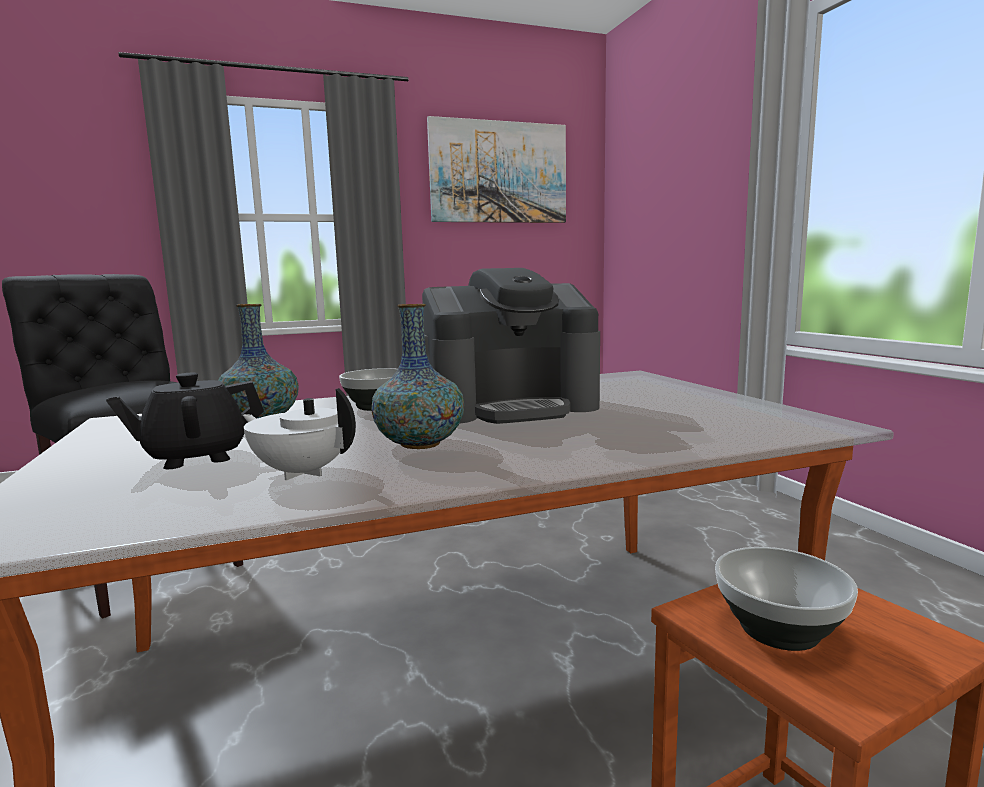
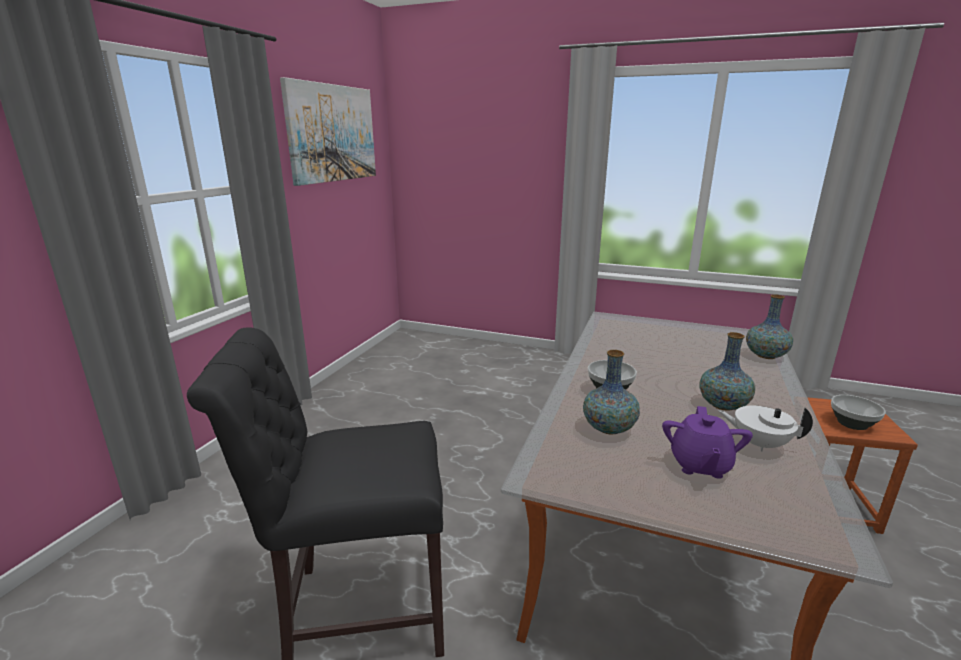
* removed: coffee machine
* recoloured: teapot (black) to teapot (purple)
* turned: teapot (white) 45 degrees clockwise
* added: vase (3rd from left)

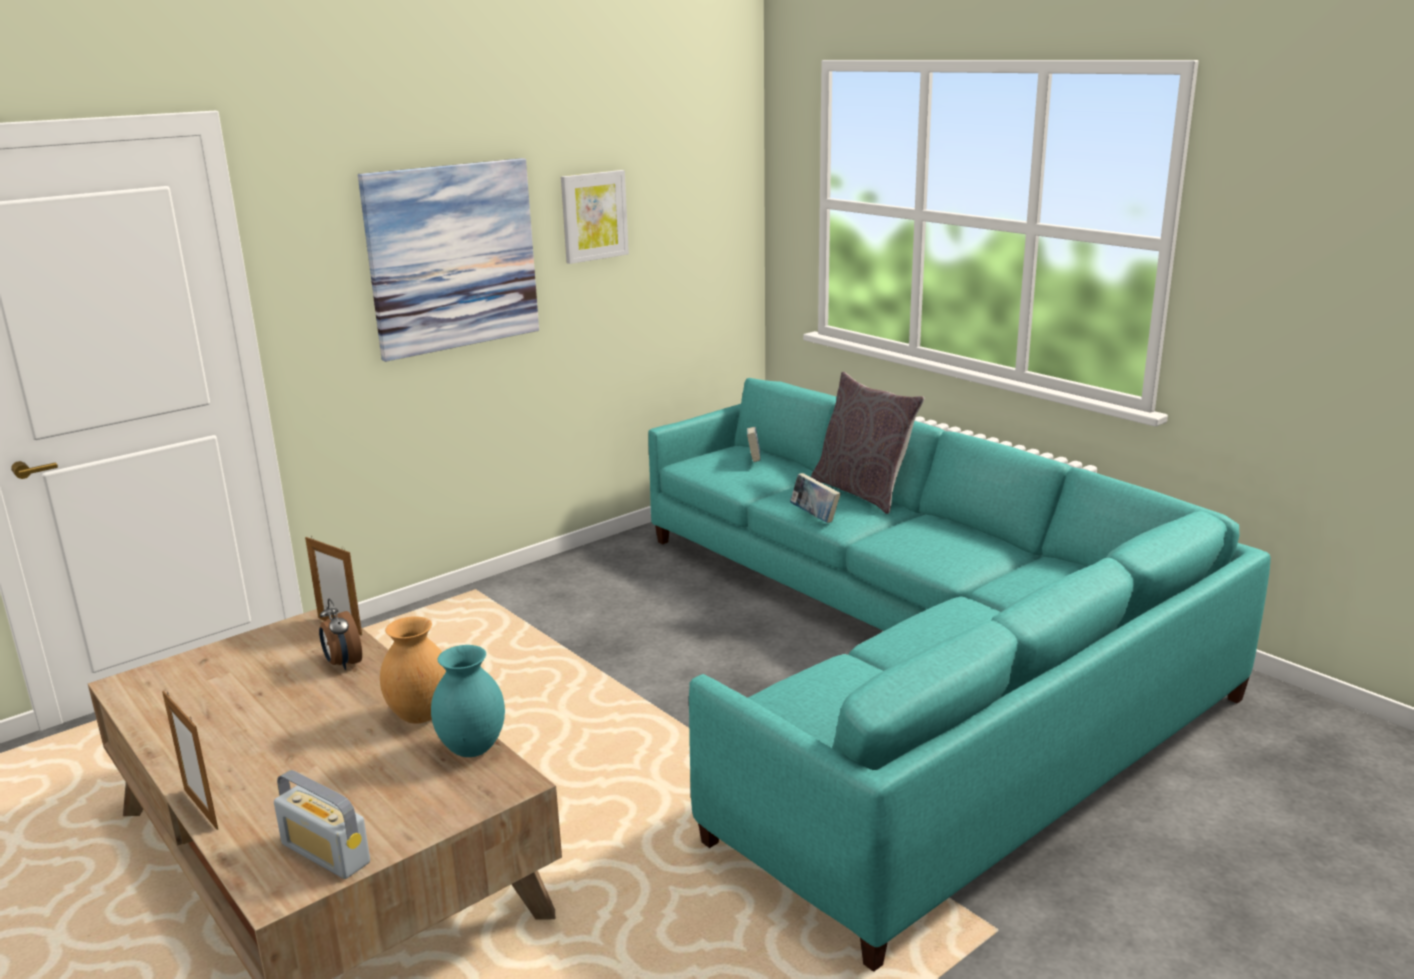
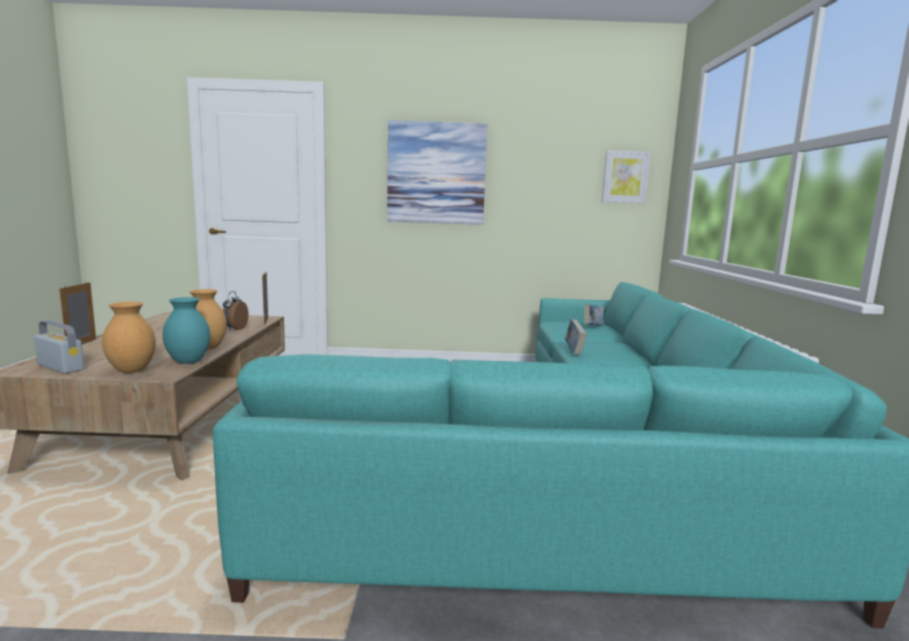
* moved: picture (2nd from left)
* removed: pillow (grey)
* turned: radio 135 degrees clockwise
* added: vase (brown) (1st from left)

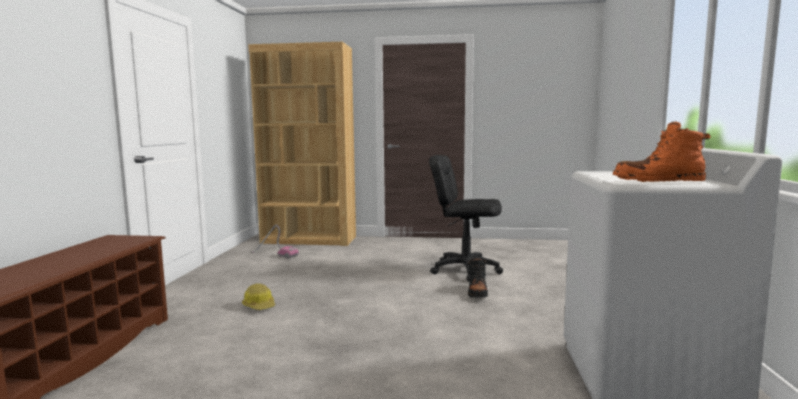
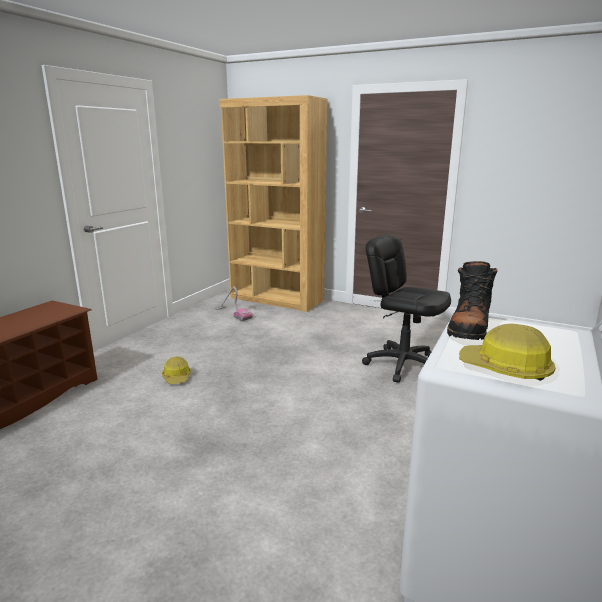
* replaced: boot (orange) to hard hat (2nd from left)
* moved: boot (black)

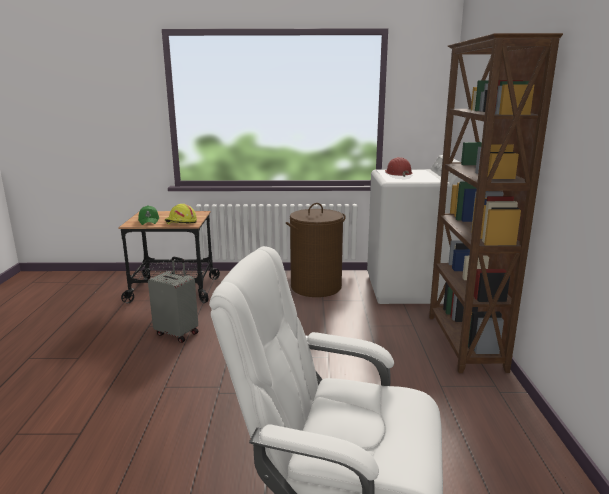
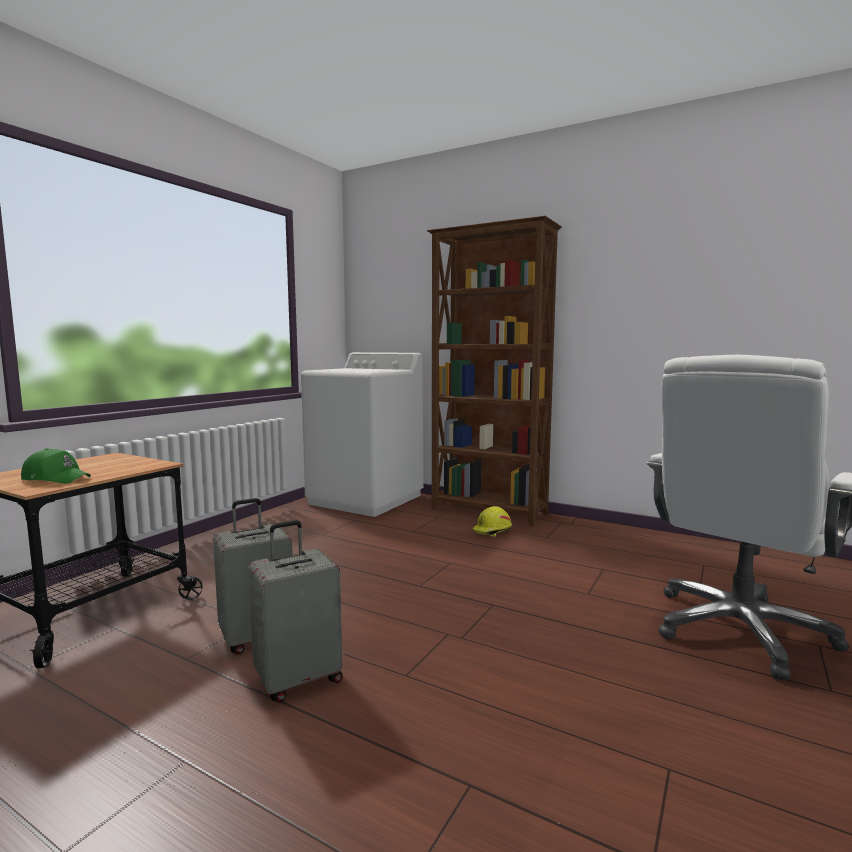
* removed: hard hat (red)
* removed: laundry basket (brown)
* moved: hard hat (yellow)
* added: suitcase (grey) (2nd from left)

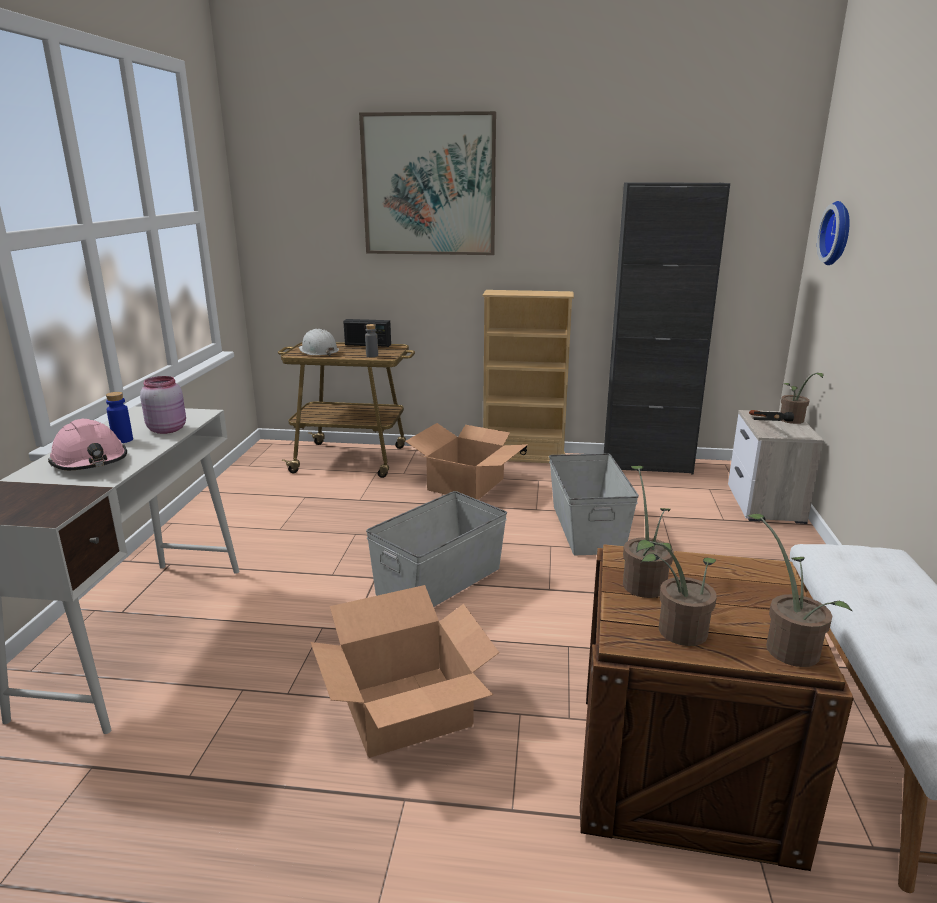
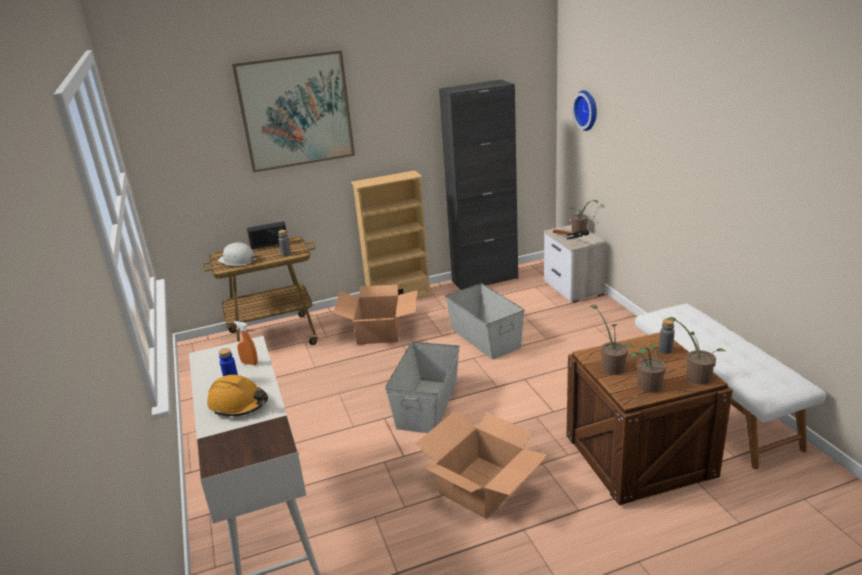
* replaced: jar (pink) to spray bottle (orange)
* recoloured: hard hat (pink) to hard hat (orange)
* added: bottle (grey) (2nd from left)

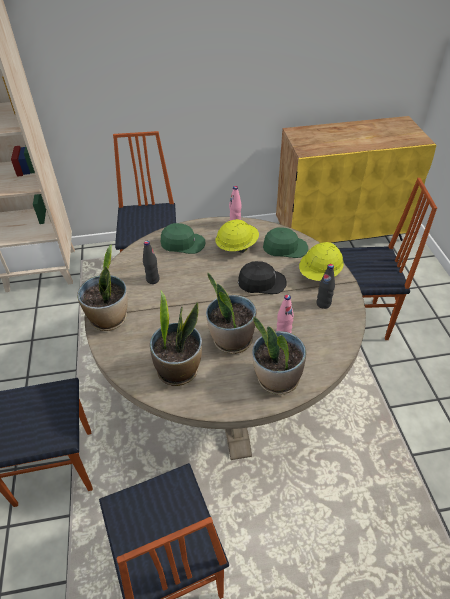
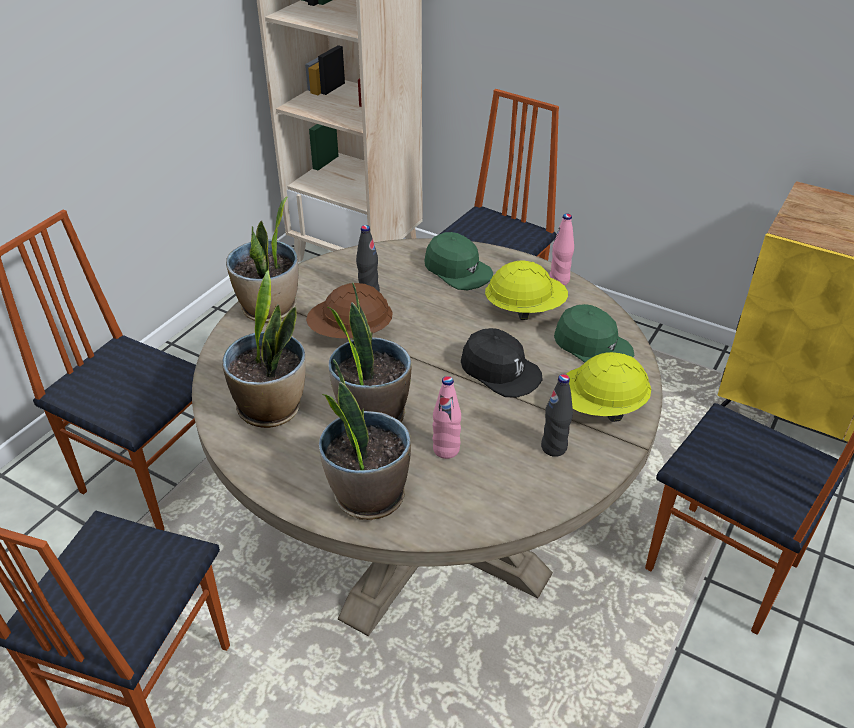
* added: hard hat (brown)

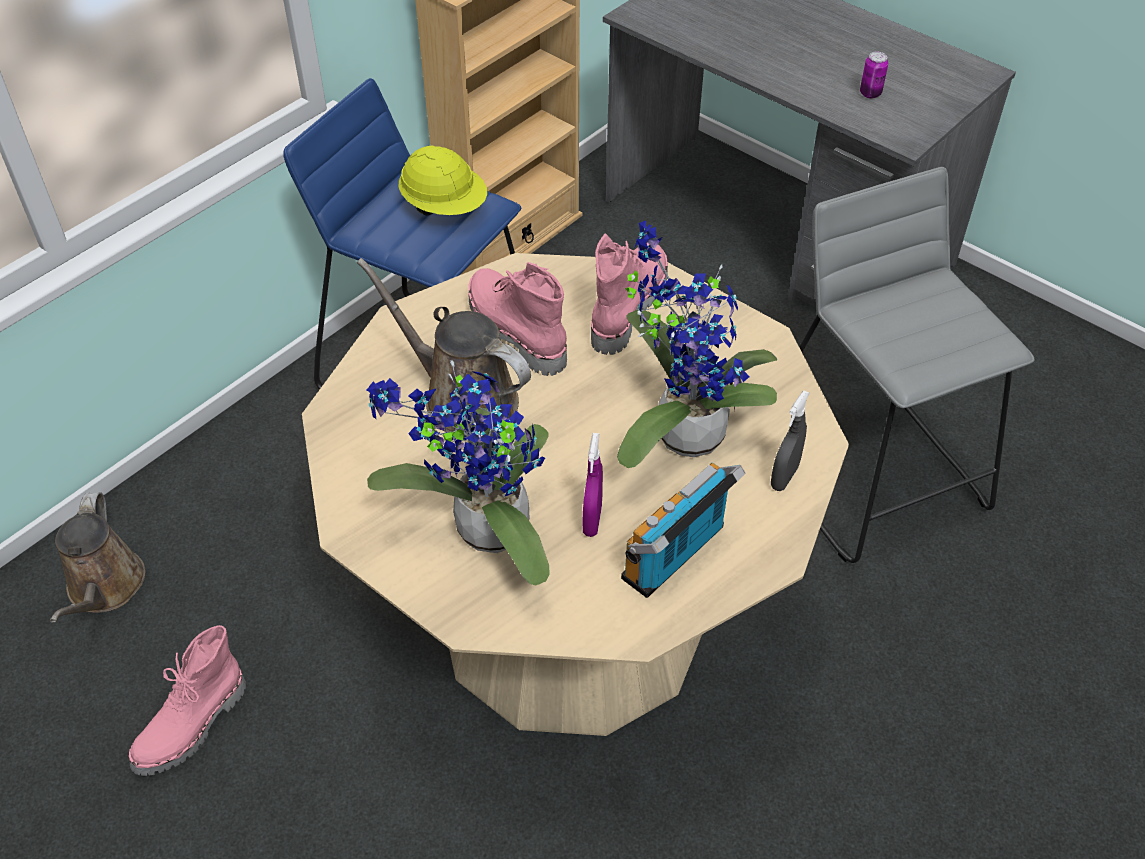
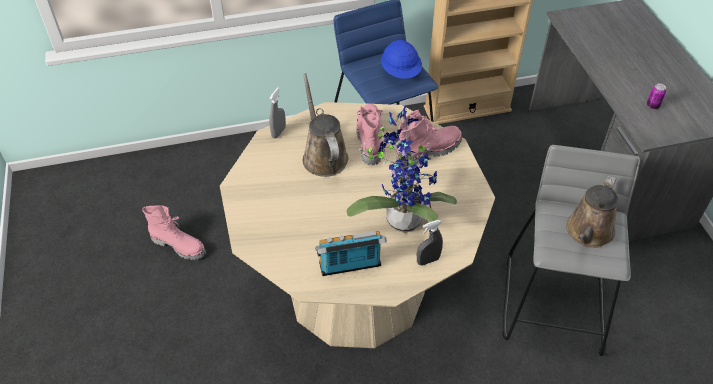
* recoloured: hard hat (yellow) to hard hat (blue)
* removed: potted plant (1st from left)
* removed: spray bottle (purple)
* moved: watering can (brown) (1st from left in the first image) to watering can (brown) (2nd from left)
* turned: boot (pink) (1st from left) 135 degrees counterclockwise
* added: spray bottle (grey) (1st from left)

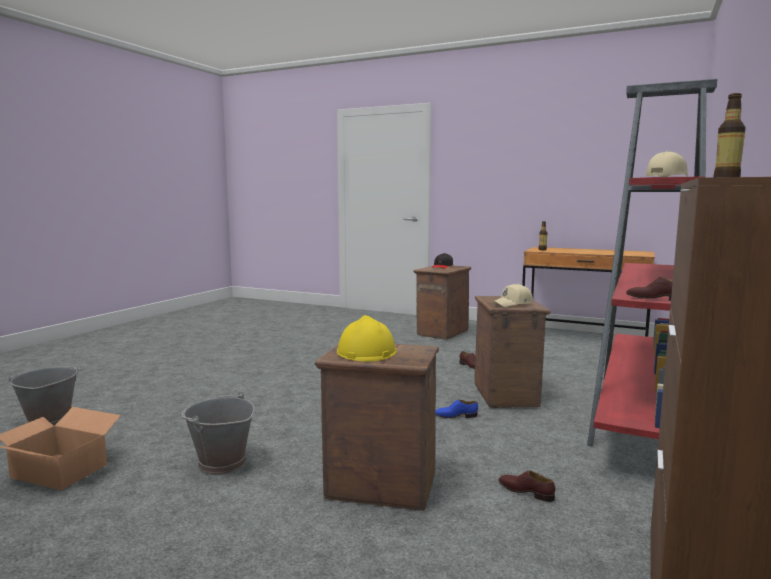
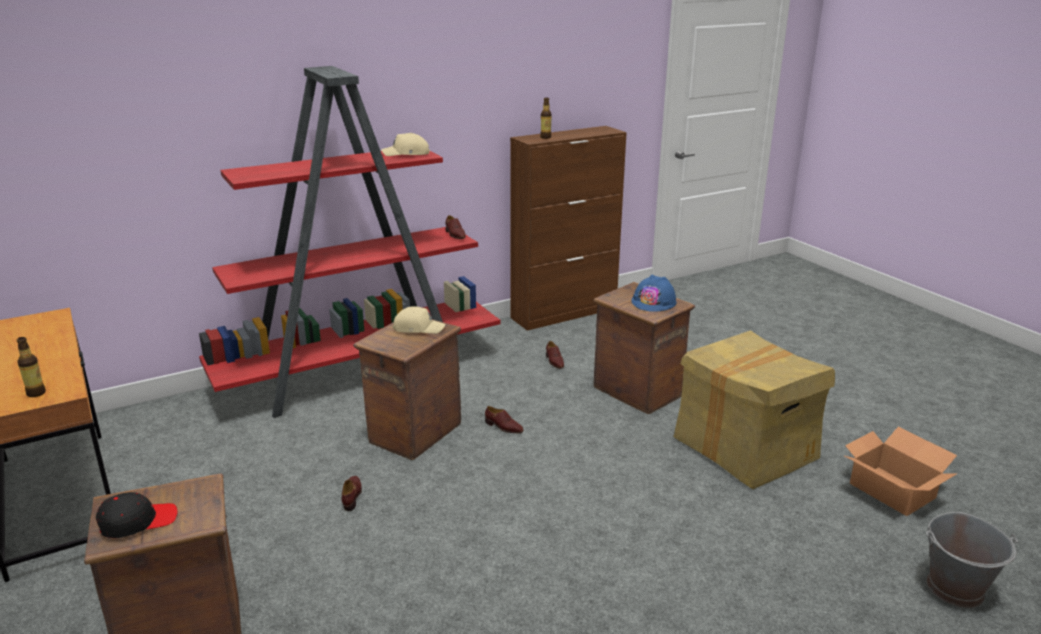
* recoloured: hard hat (yellow) to hard hat (blue)
* replaced: bucket (grey) (2nd from left) to cardboard box (1st from left)
* recoloured: shoe (blue) to shoe (brown) (3rd from left)

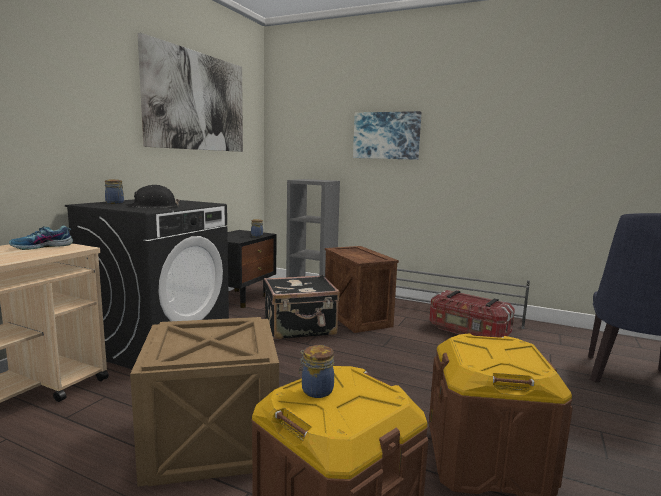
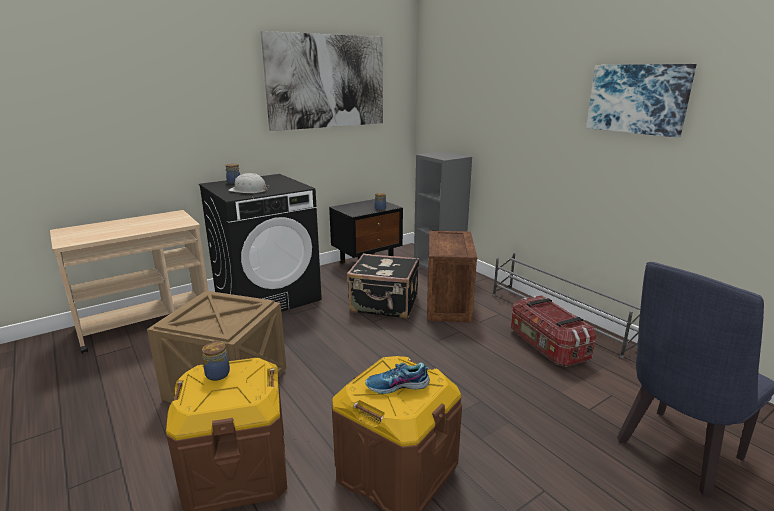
* moved: picture (2nd from left)
* recoloured: hard hat (black) to hard hat (white)
* moved: shoe

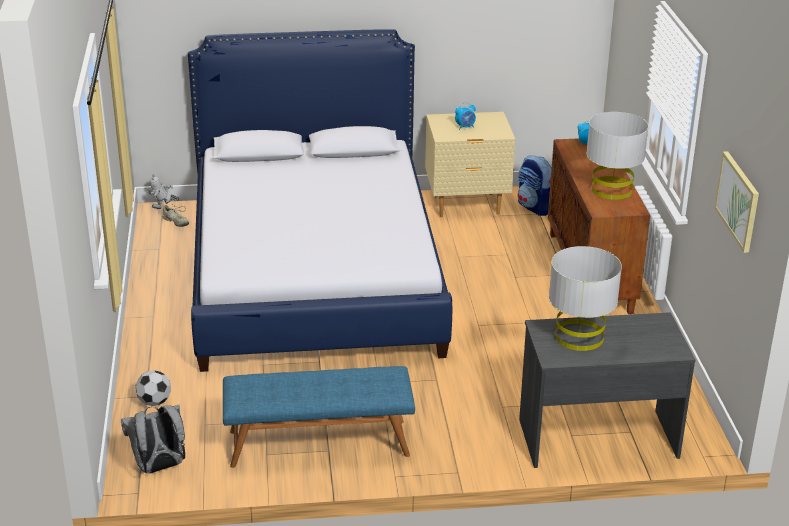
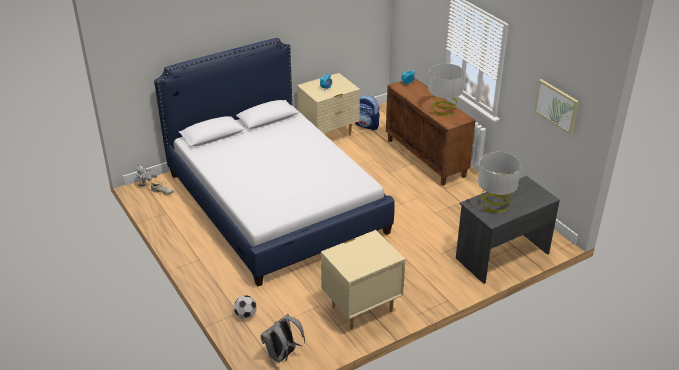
* replaced: bench (blue) to nightstand (beige) (2nd from left)

